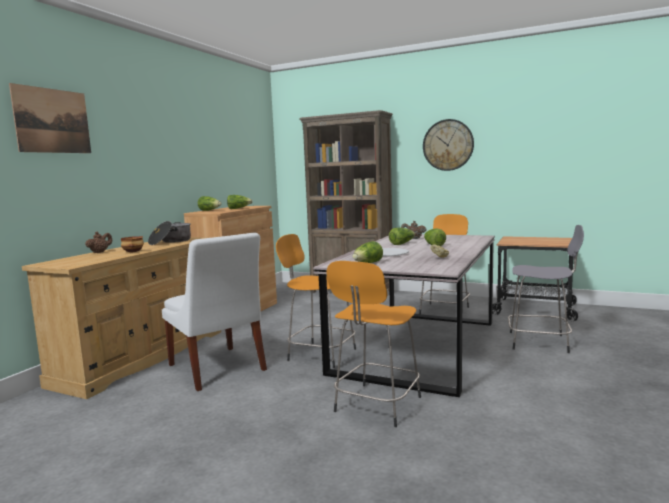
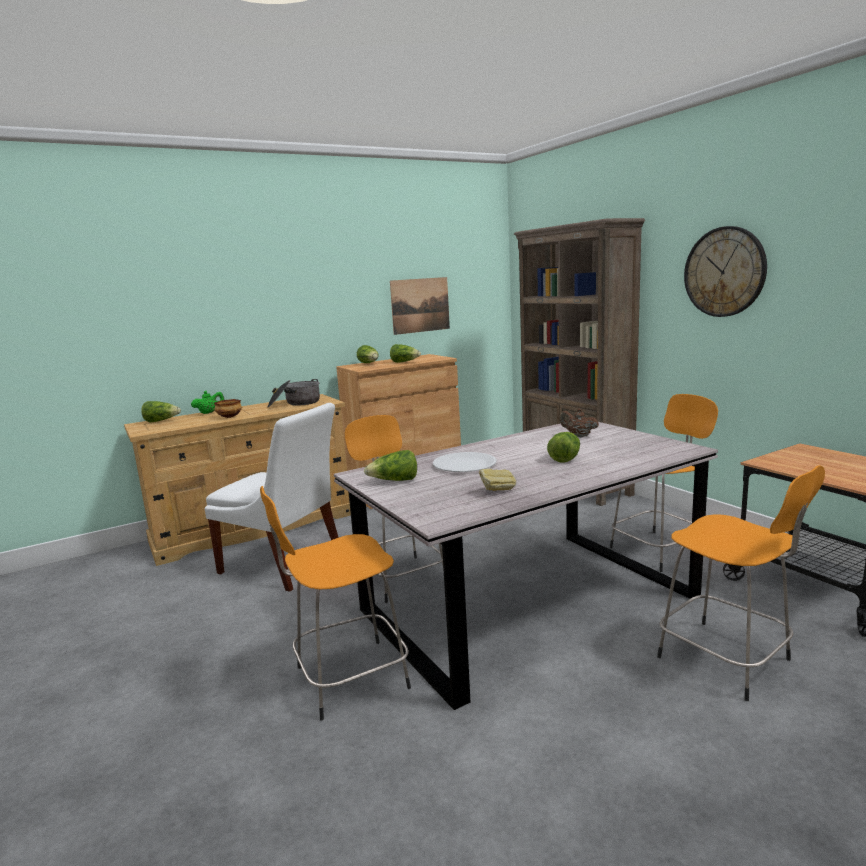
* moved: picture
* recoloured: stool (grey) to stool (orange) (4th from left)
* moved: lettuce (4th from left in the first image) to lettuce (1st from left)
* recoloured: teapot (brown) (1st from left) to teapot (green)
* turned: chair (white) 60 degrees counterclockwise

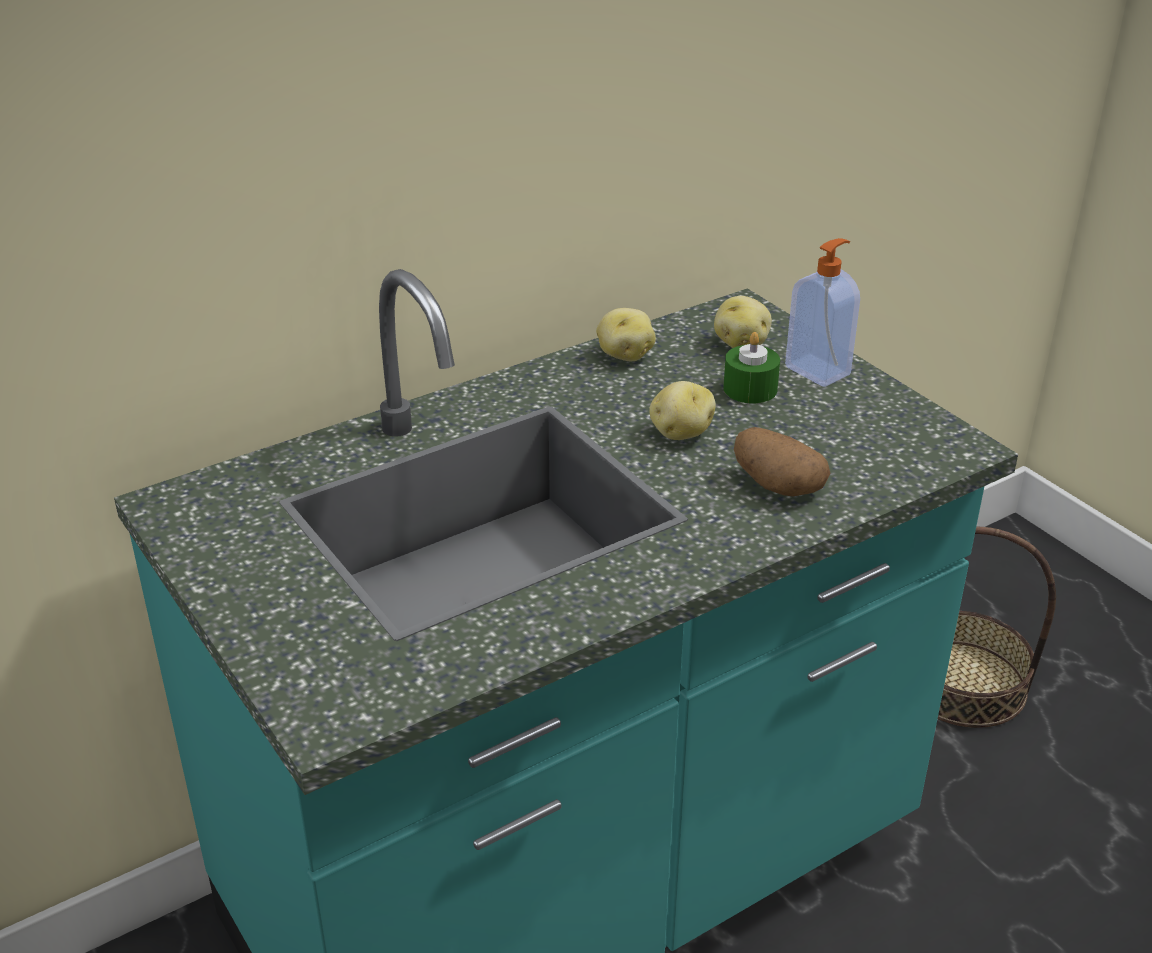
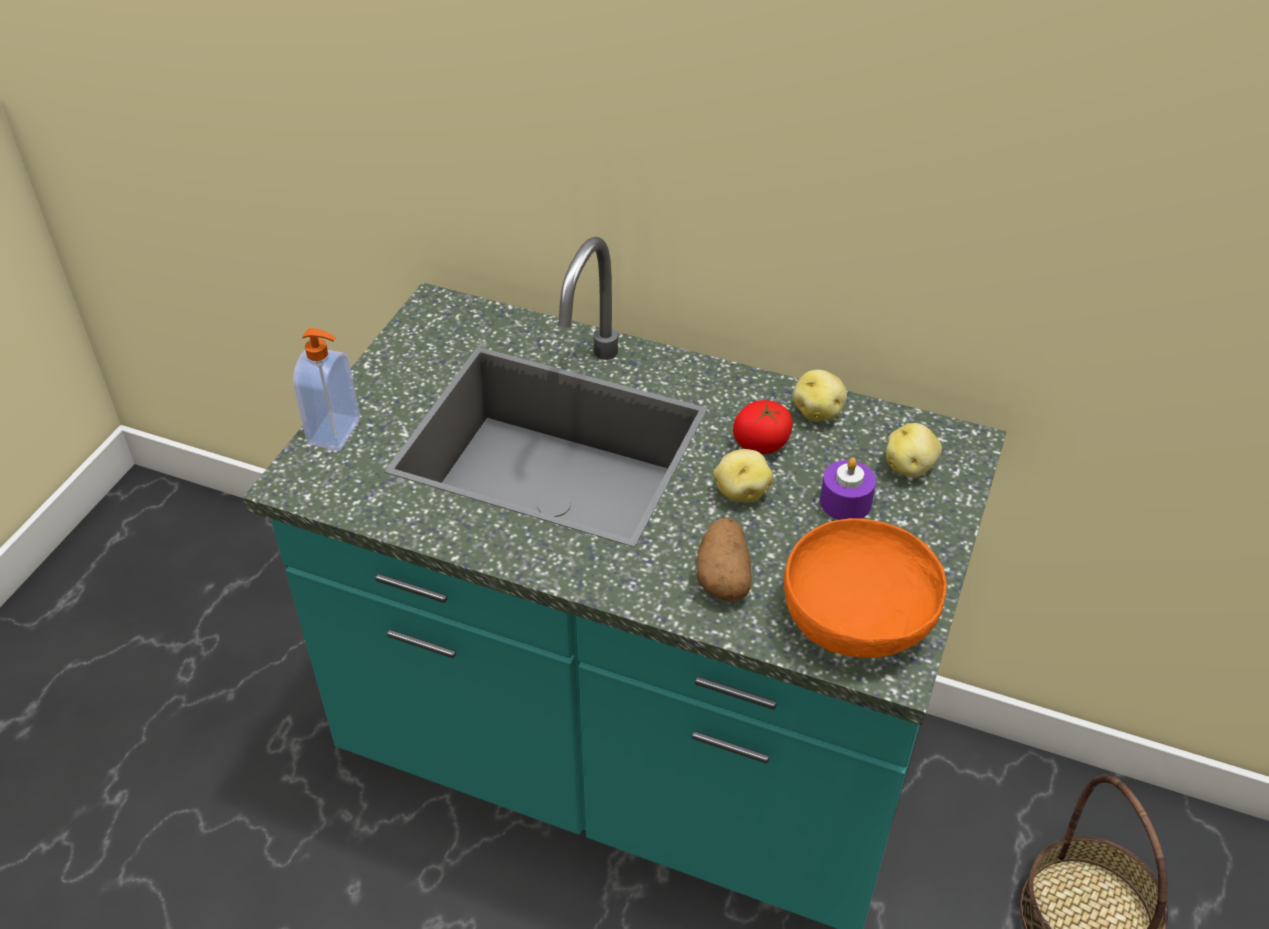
* moved: soap dispenser
* recoloured: candle (green) to candle (purple)
* added: tomato
* added: bowl (orange)

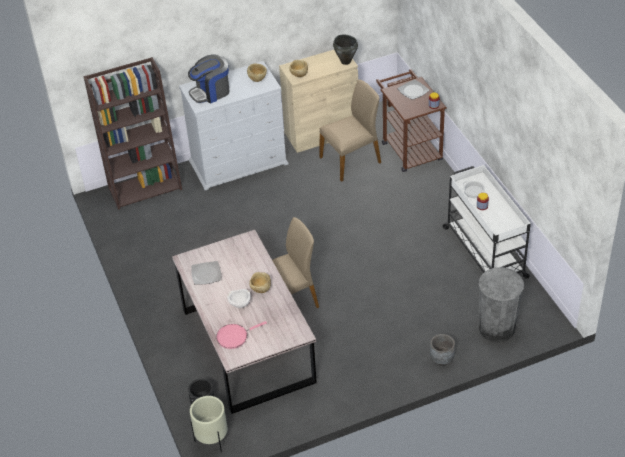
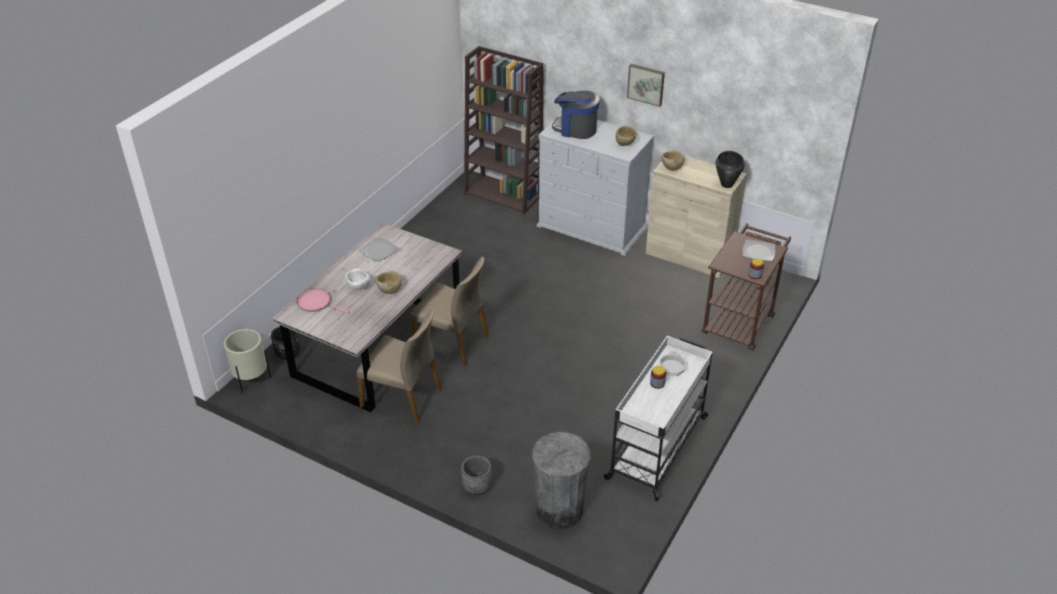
* moved: chair (beige) (2nd from left in the first image) to chair (beige) (1st from left)
* added: picture

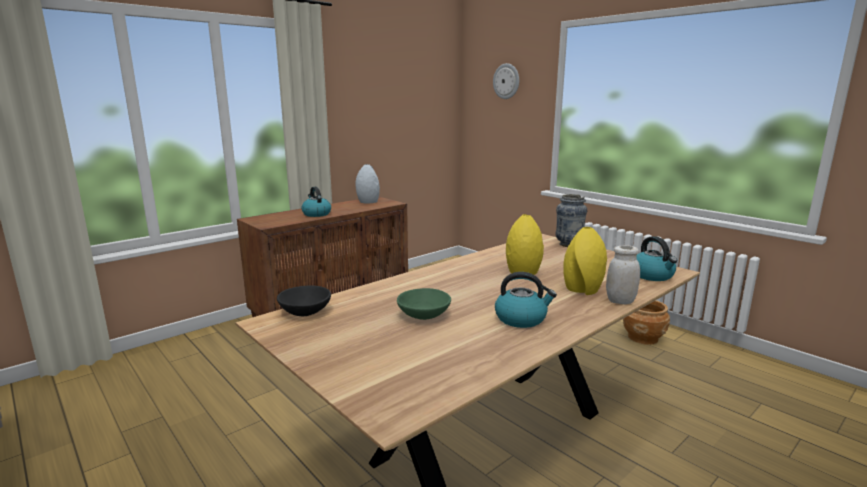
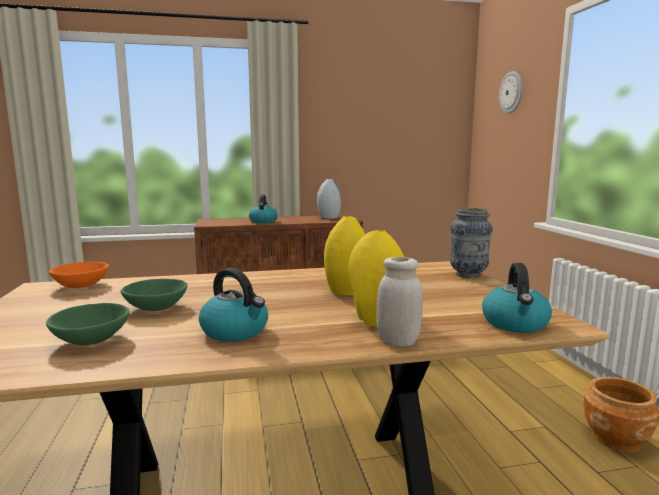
* recoloured: bowl (black) to bowl (orange)
* added: bowl (green) (1st from left)

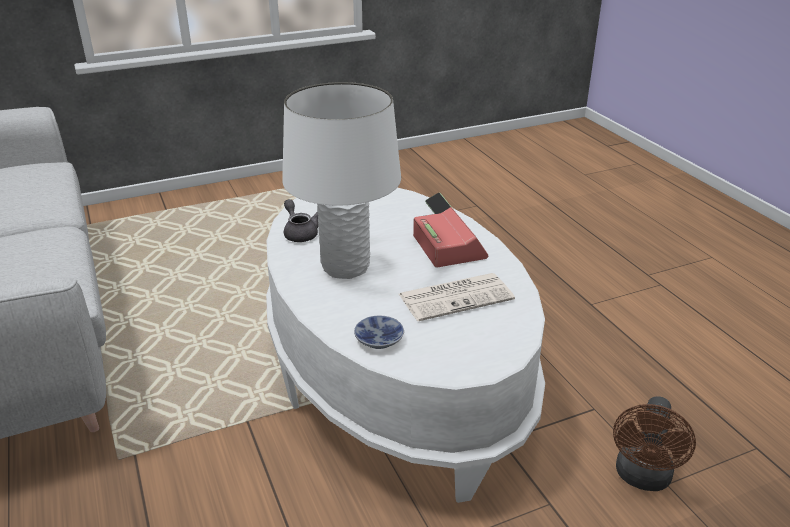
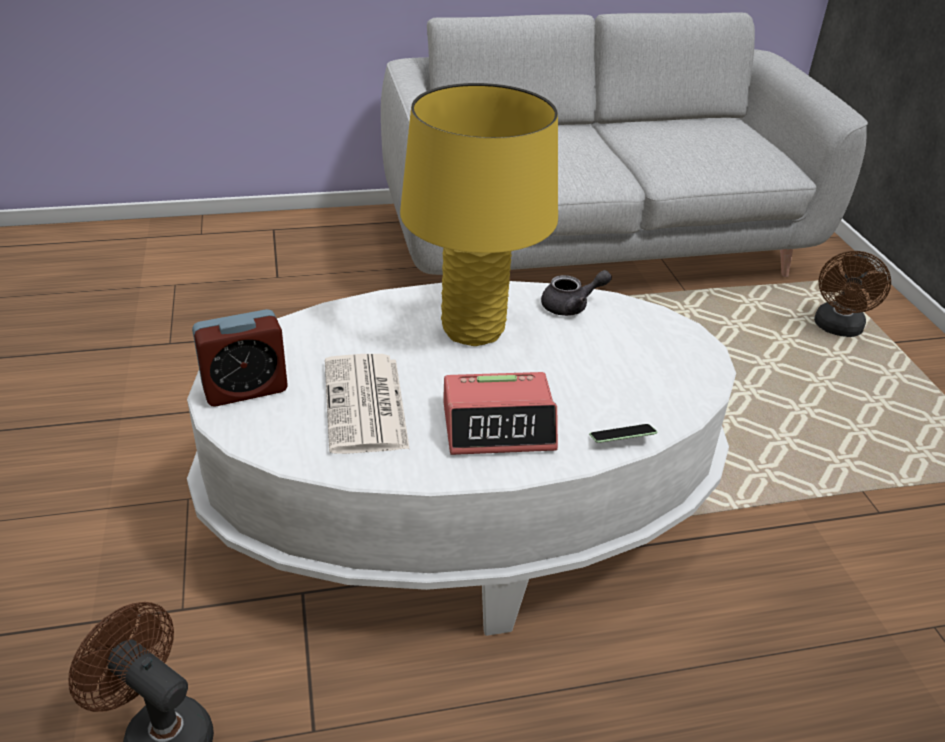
* recoloured: table lamp (white) to table lamp (yellow)
* removed: bowl
* added: fan (brown) (2nd from left)
* added: alarm clock (1st from left)

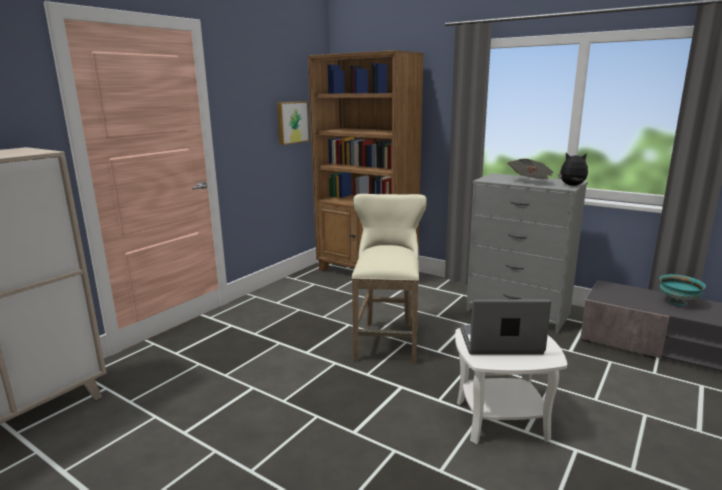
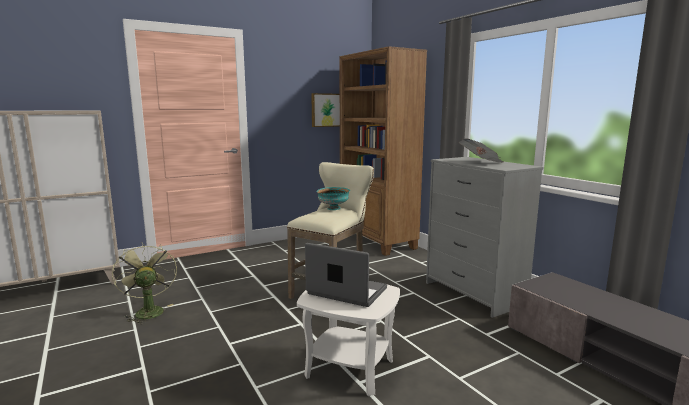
* removed: plush toy
* moved: bowl (turquoise)
* added: fan (green)

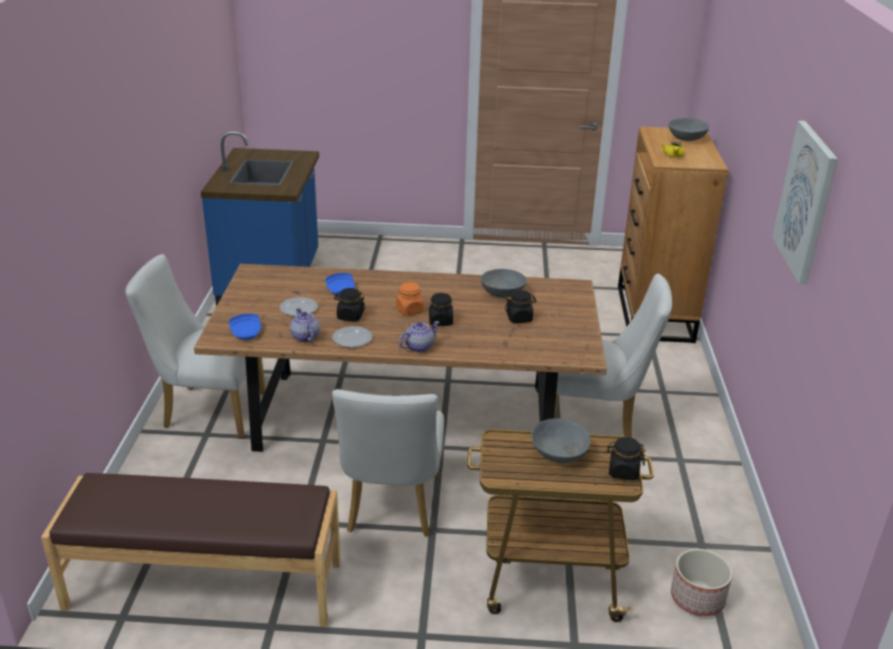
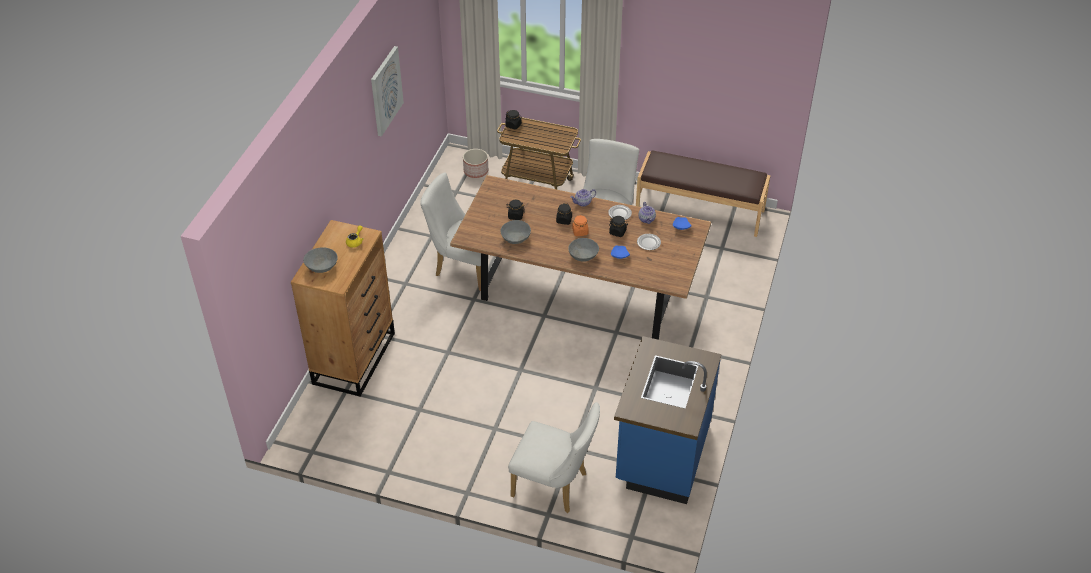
* moved: chair (white) (1st from left in the first image) to chair (white) (2nd from left)
* moved: bowl (grey) (2nd from left in the first image) to bowl (grey) (3rd from left)

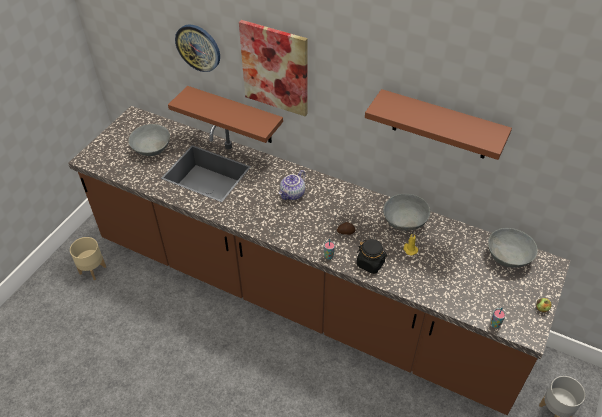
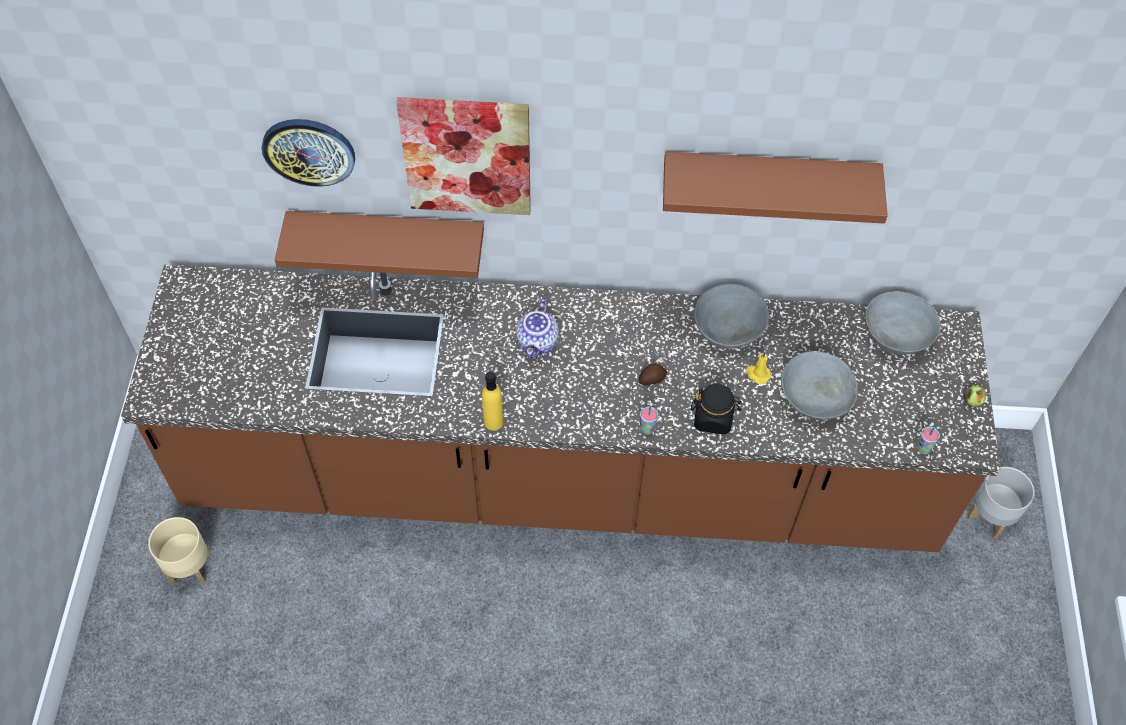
* moved: bowl (grey) (1st from left in the first image) to bowl (grey) (2nd from left)
* added: bottle (yellow)

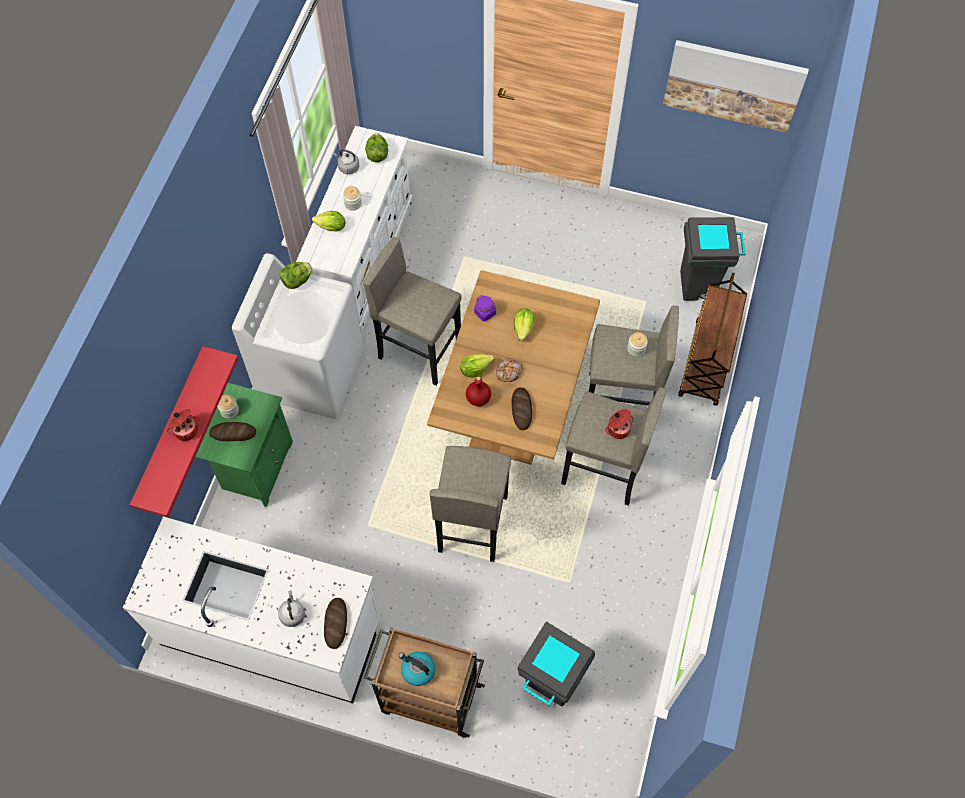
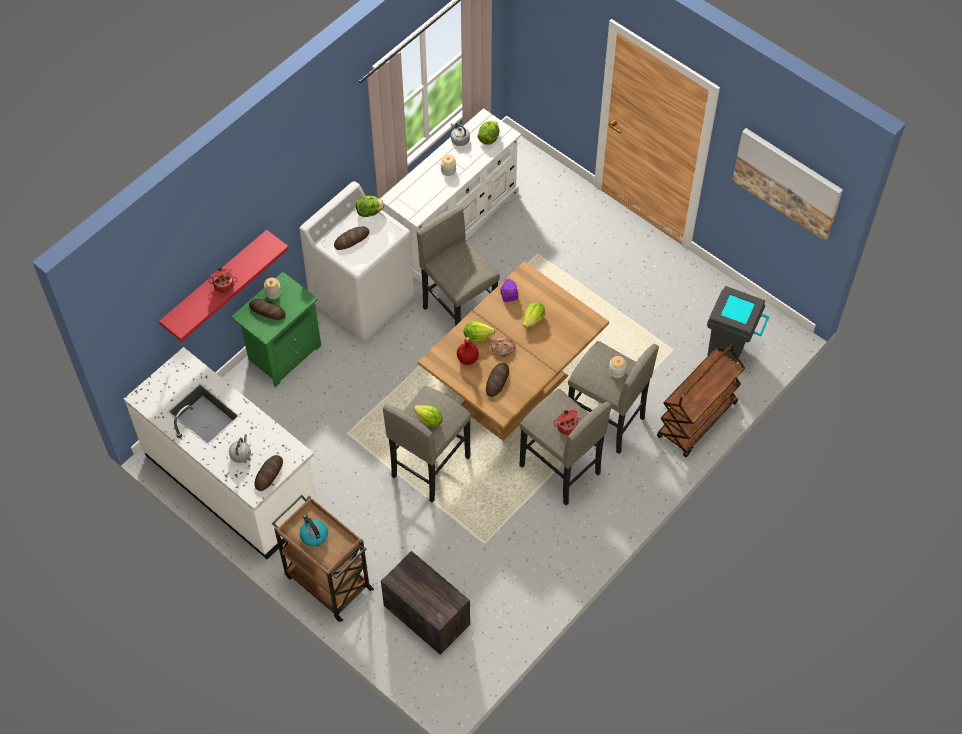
* moved: lettuce (2nd from left)
* replaced: trash can (grey) (1st from left) to crate
* added: bread (3rd from left)

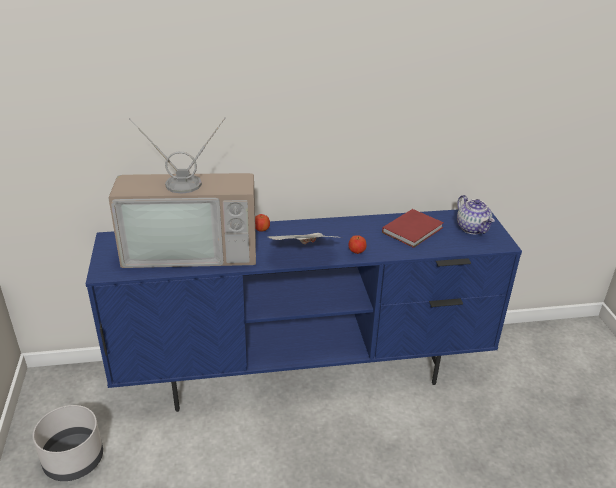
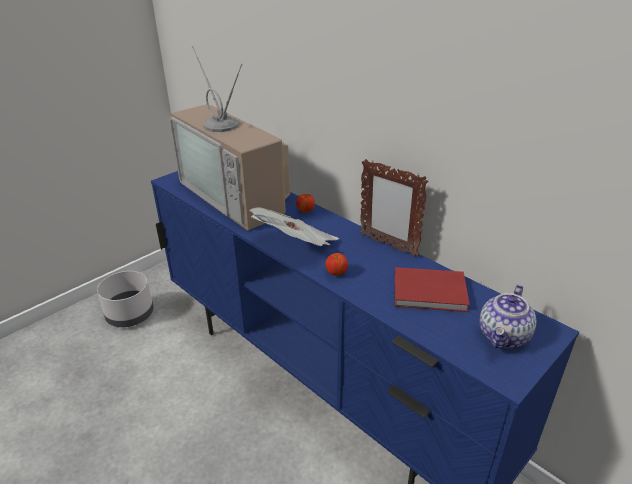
* added: picture frame

